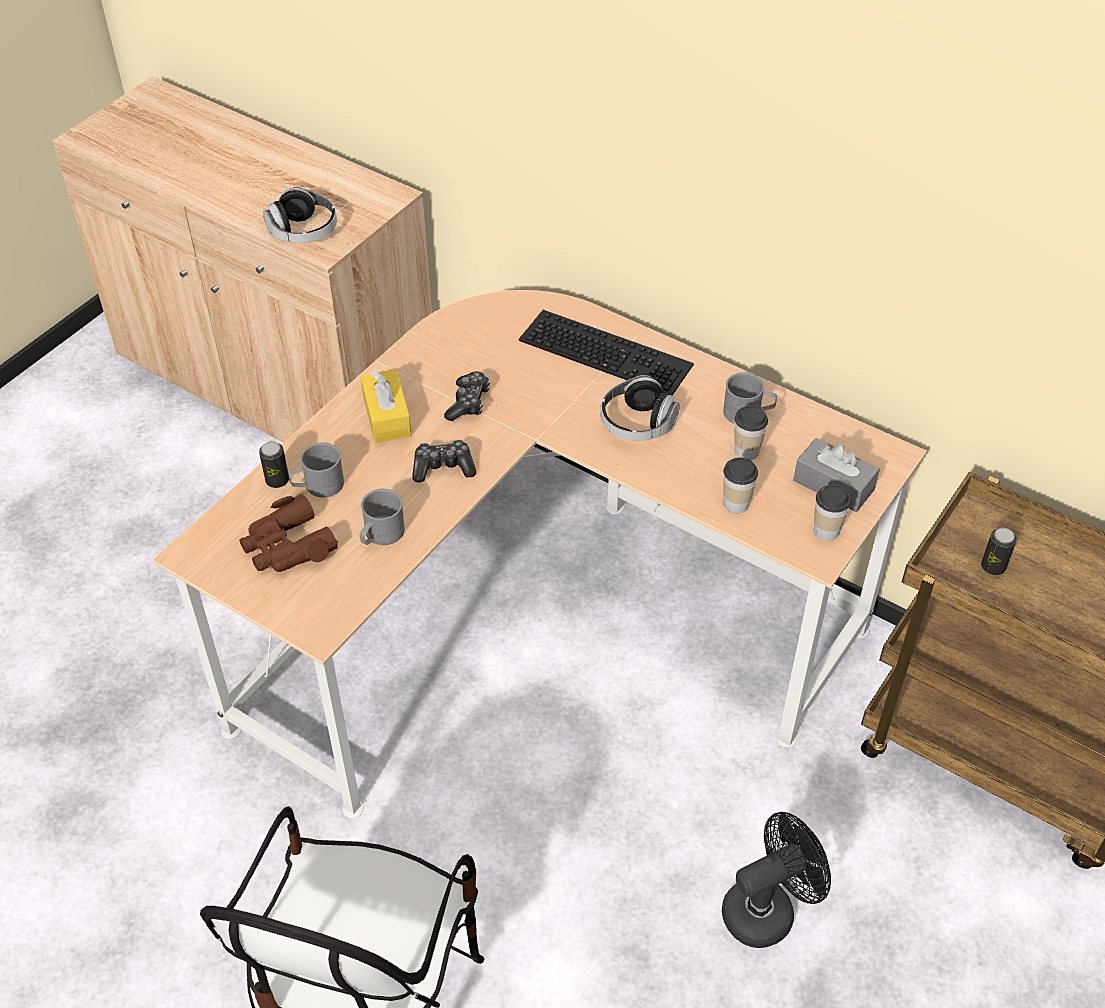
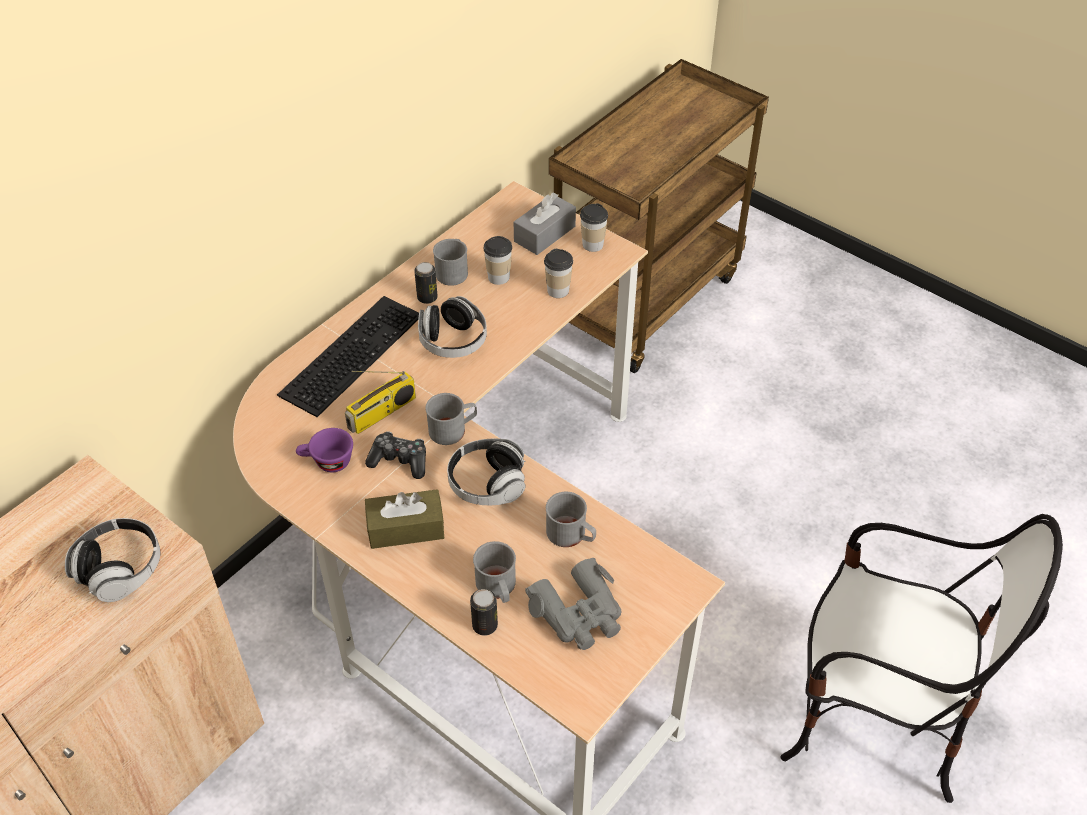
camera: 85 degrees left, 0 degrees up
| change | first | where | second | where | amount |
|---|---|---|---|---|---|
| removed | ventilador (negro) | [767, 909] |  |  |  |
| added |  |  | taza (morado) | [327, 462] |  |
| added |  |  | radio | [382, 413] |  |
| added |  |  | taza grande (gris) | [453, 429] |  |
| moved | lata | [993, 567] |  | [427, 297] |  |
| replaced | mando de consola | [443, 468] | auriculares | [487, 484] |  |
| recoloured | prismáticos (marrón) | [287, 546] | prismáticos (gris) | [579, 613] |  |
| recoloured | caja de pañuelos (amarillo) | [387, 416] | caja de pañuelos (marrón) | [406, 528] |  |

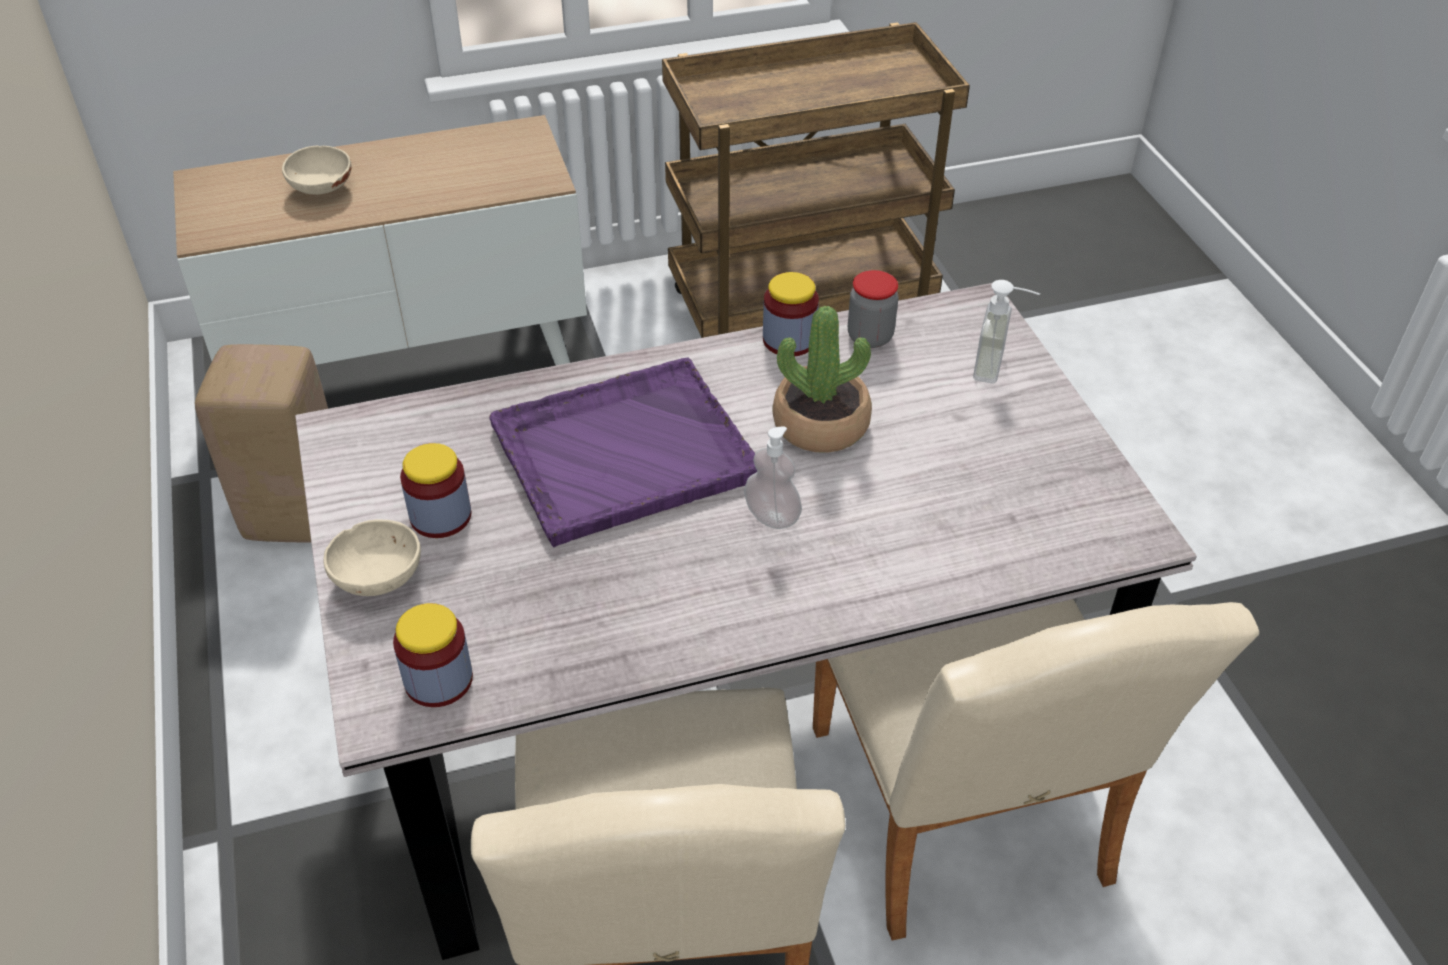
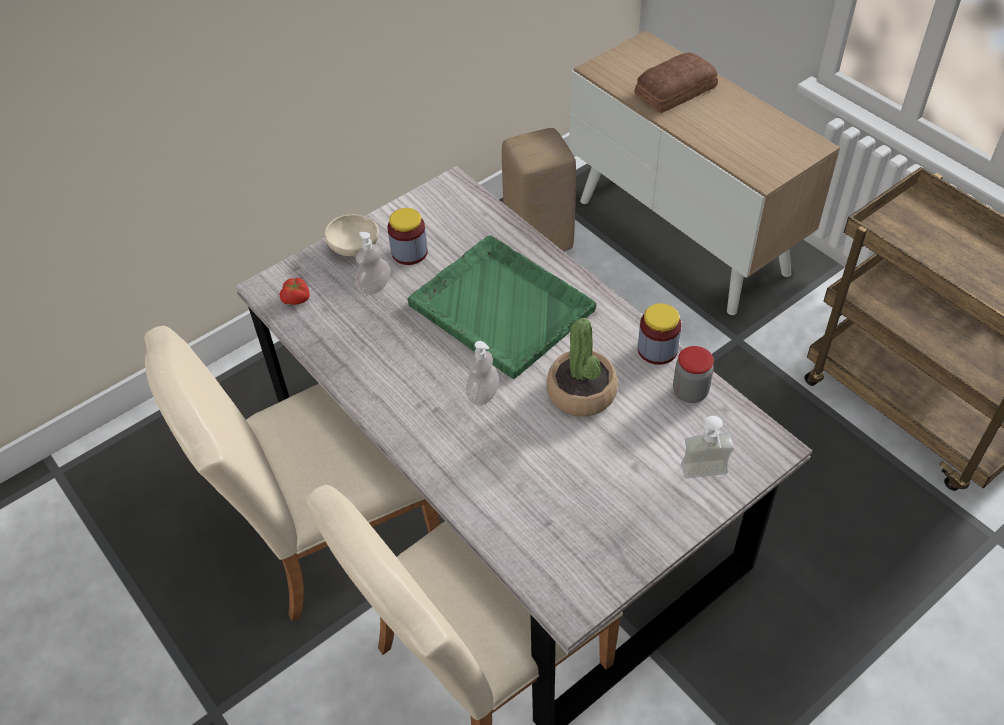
camera: 70 degrees right, 5 degrees up
| change | first | where | second | where | amount |
|---|---|---|---|---|---|
| added |  |  | dispensador de jabón | [374, 286] |  |
| replaced | cuenco (beis) | [321, 190] | pan | [673, 90] |  |
| replaced | tarro | [438, 680] | tomate | [297, 299] |  |
| recoloured | bandeja (morado) | [622, 452] | bandeja (verde) | [500, 306] |  |

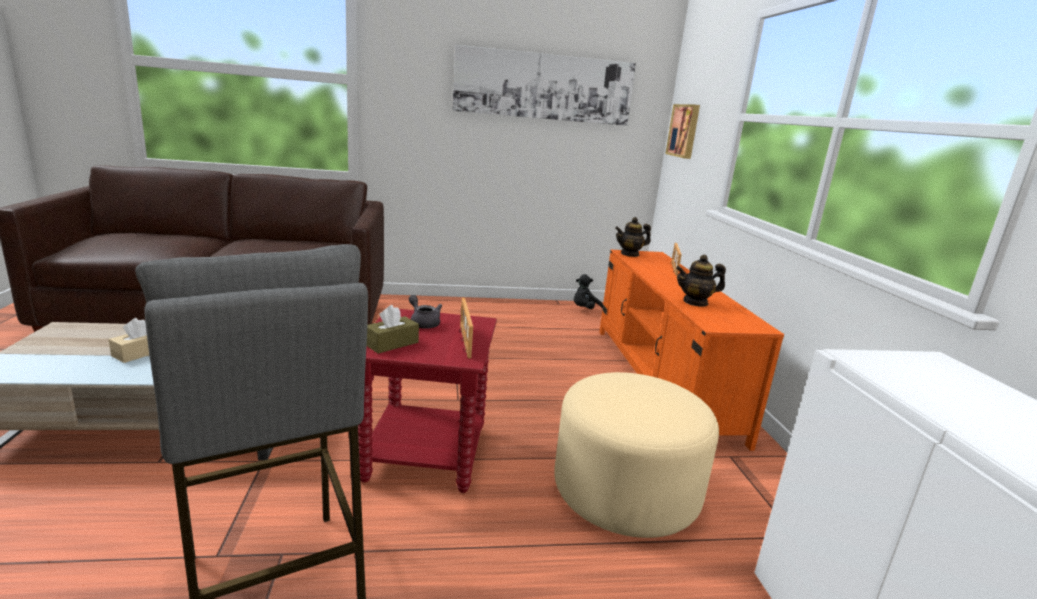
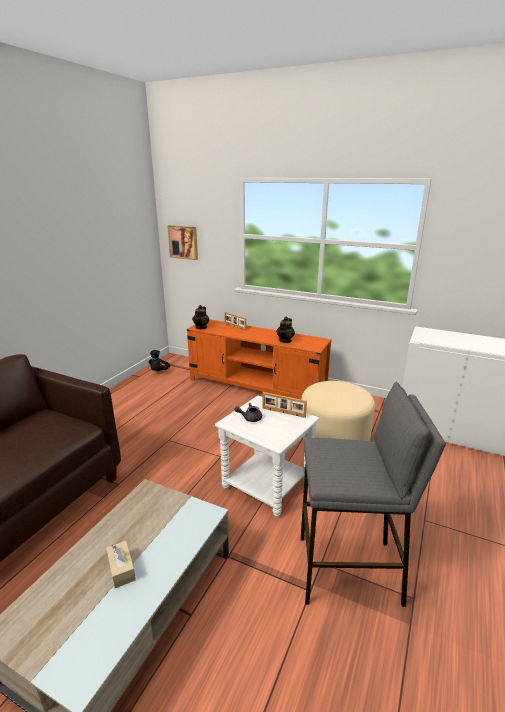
camera: 55 degrees left, 5 degrees up
| change | first | where | second | where | amount |
|---|---|---|---|---|---|
| removed | caja de pañuelos (marrón) | [391, 343] |  |  |  |
| removed | cuadro | [544, 87] |  |  |  |
| recoloured | mesa auxiliar (rojo) | [427, 454] | mesa auxiliar (blanco) | [267, 485] |  |

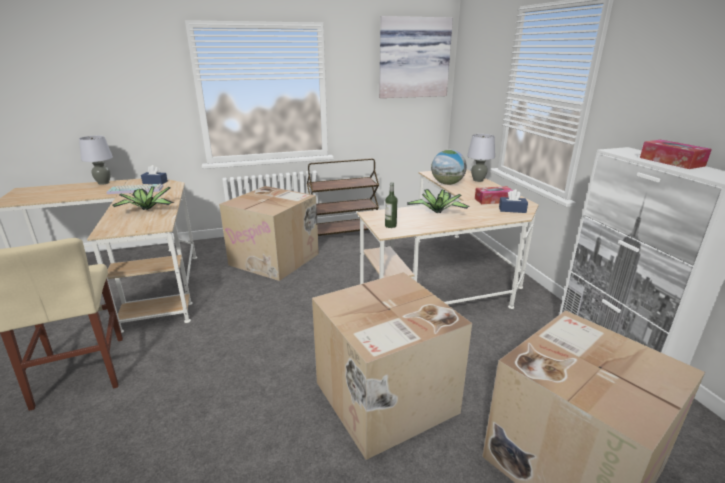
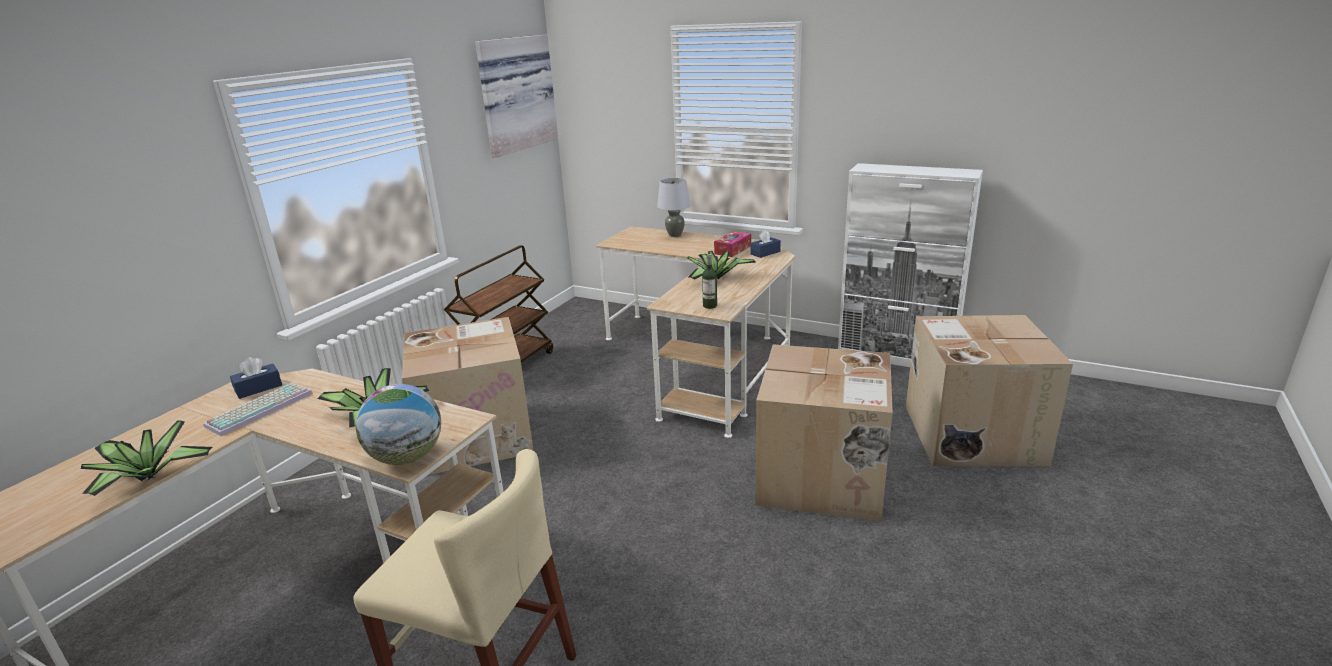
camera: 45 degrees left, 0 degrees up
| change | first | where | second | where | amount |
|---|---|---|---|---|---|
| removed | lámpara de mesa (gris) | [103, 183] |  |  |  |
| removed | caja de pañuelos | [671, 162] |  |  |  |
| added |  |  | planta en maceta | [147, 478] |  |
| moved | globo terráqueo | [447, 183] |  | [407, 457] |  |

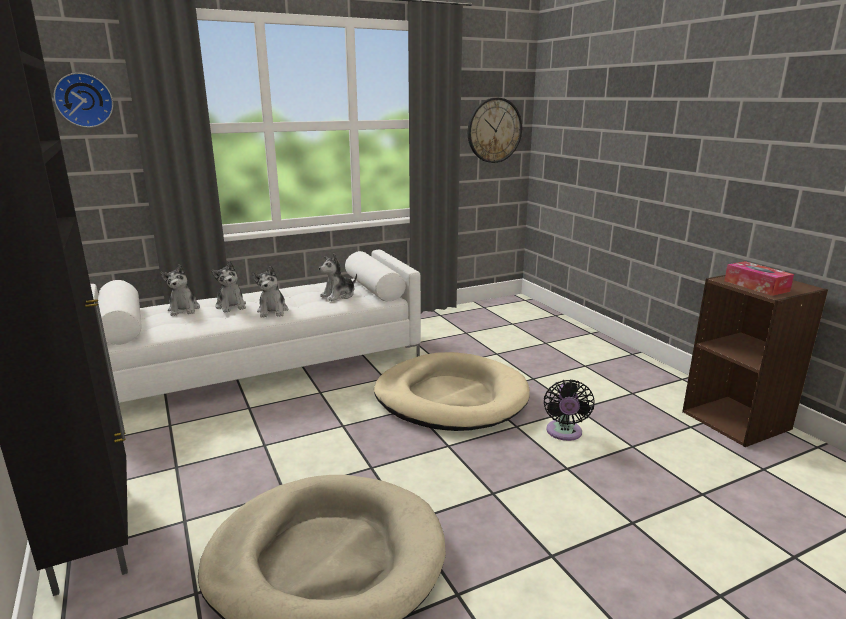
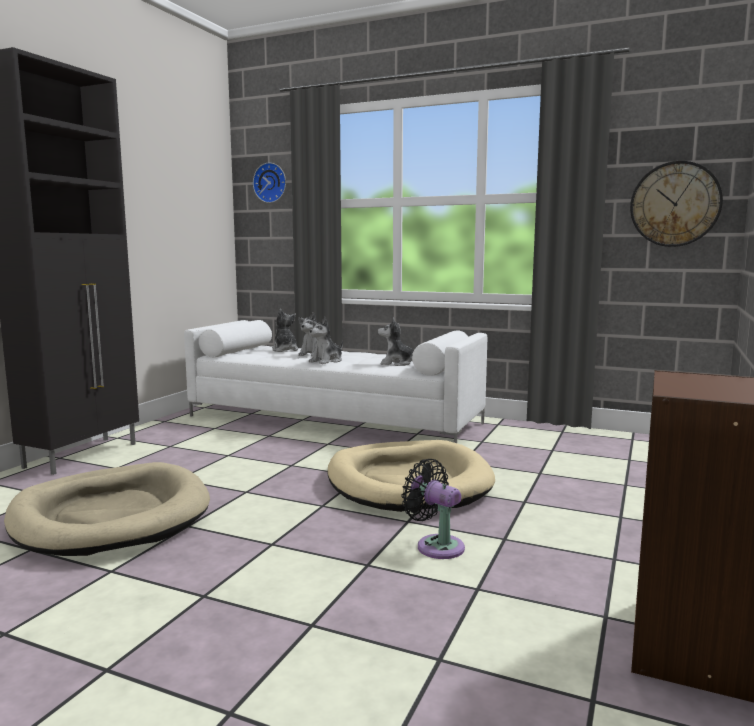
camera: 50 degrees right, 10 degrees down
| change | first | where | second | where | amount |
|---|---|---|---|---|---|
| removed | caja de pañuelos | [756, 286] |  |  |  |
| turned | peluche | [184, 309] |  | [285, 350] | 120 degrees clockwise |
| turned | ventilador (negro) | [564, 433] |  | [436, 545] | 75 degrees clockwise |

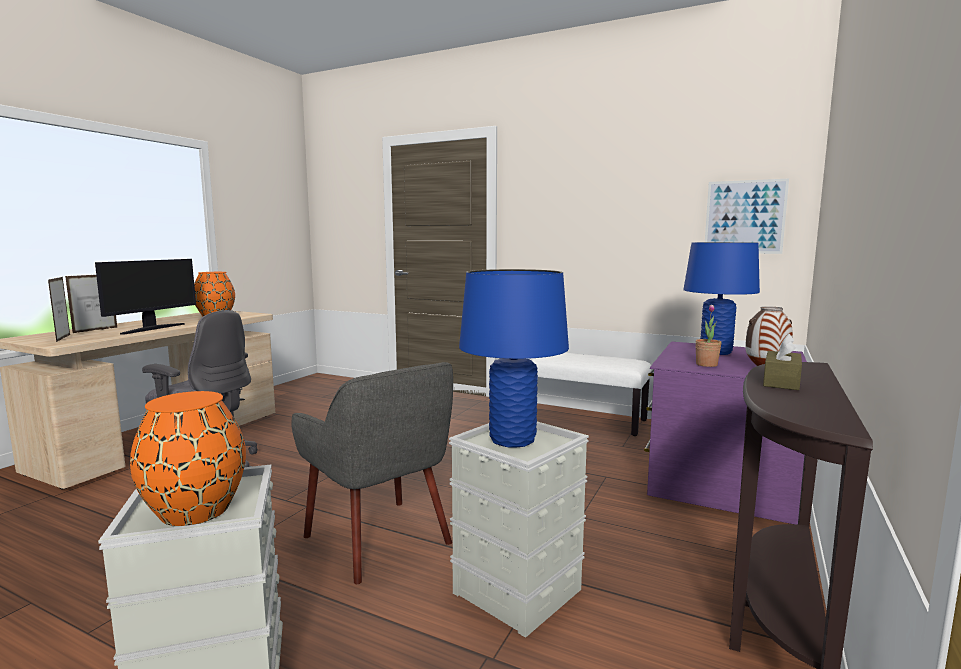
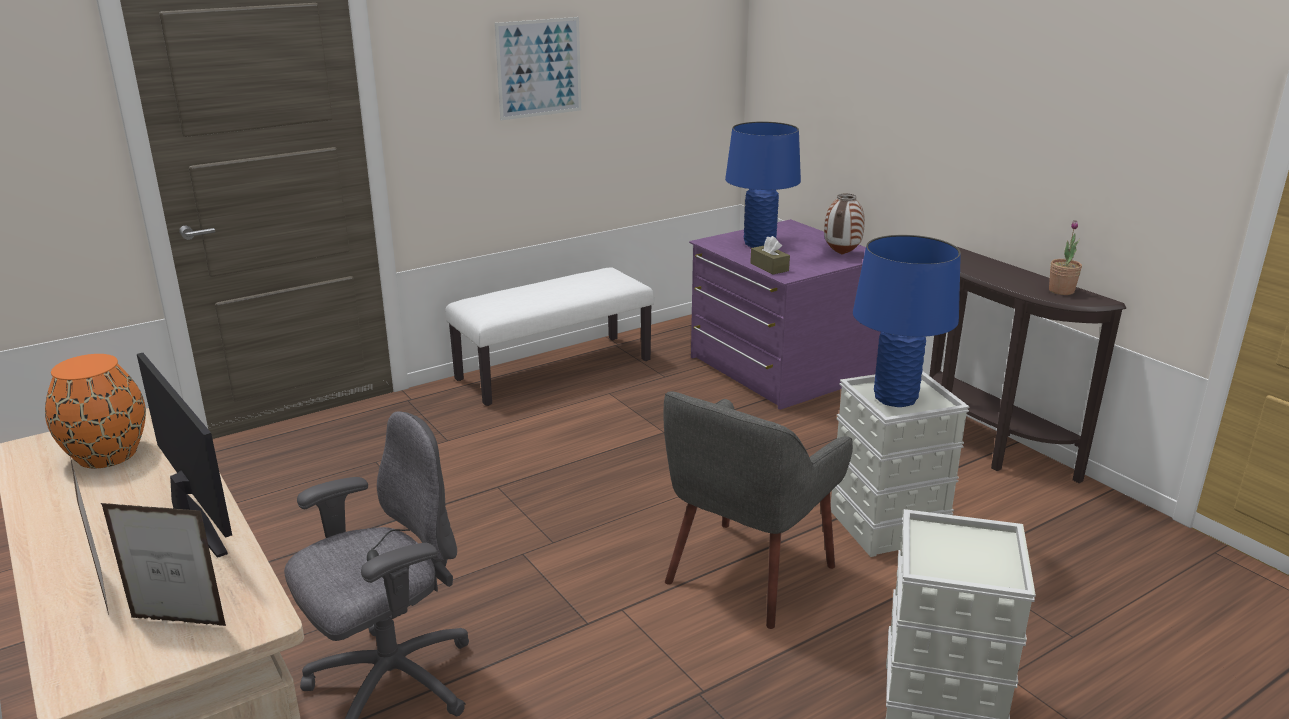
camera: 60 degrees left, 15 degrees up
| change | first | where | second | where | amount |
|---|---|---|---|---|---|
| removed | florero (naranja) | [194, 510] |  |  |  |
| moved | planta en maceta | [706, 364] |  | [1061, 291] |  |
| moved | cuadro | [744, 217] |  | [539, 68] |  |
| moved | caja de pañuelos (marrón) | [781, 381] |  | [769, 267] |  |
| turned | sillón (gris) | [379, 539] |  | [747, 574] | 135 degrees clockwise |

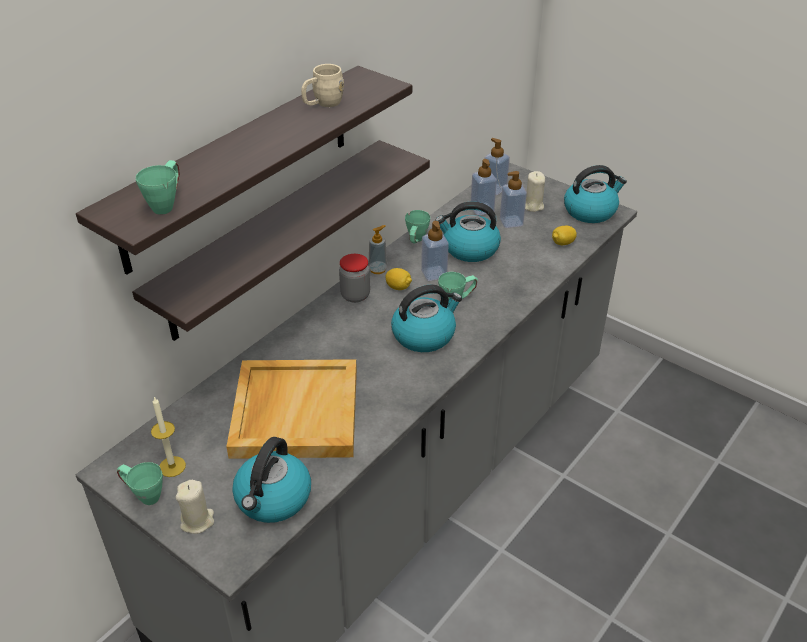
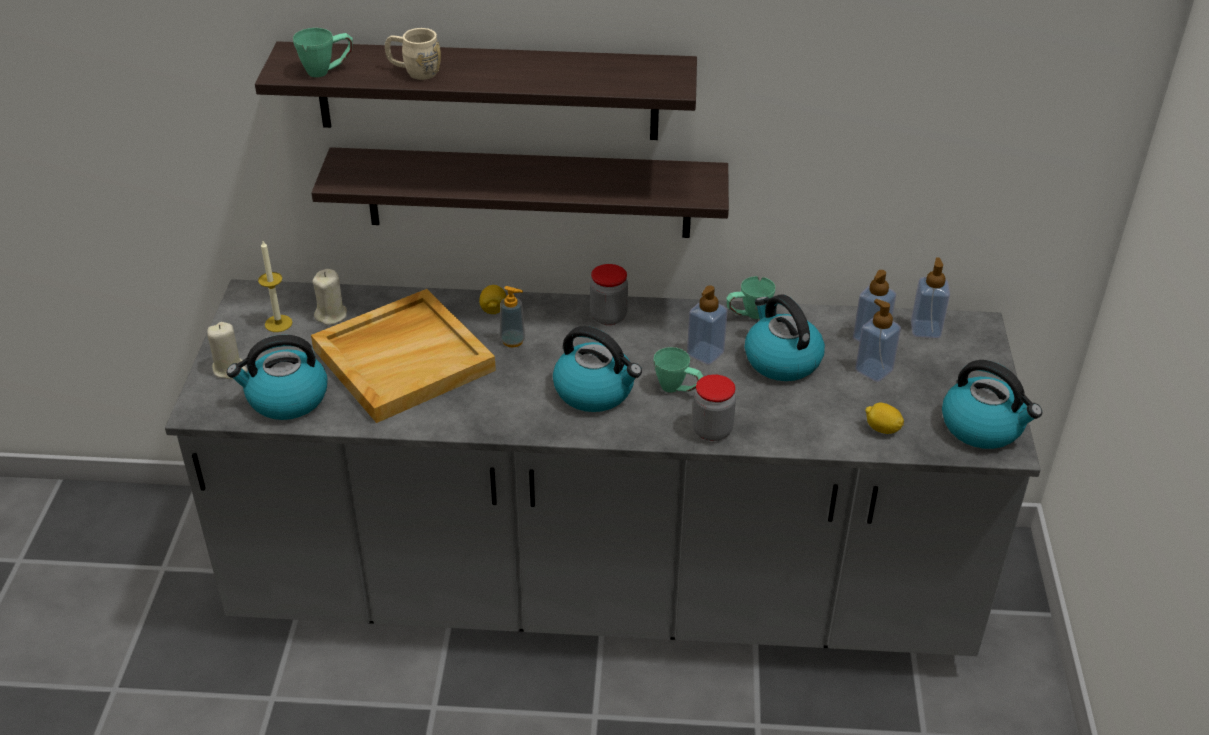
camera: 55 degrees right, 0 degrees up
| change | first | where | second | where | amount |
|---|---|---|---|---|---|
| removed | taza grande (verde) | [143, 495] |  |  |  |
| added |  |  | tarro | [712, 430] |  |
| moved | taza grande (beis) | [323, 104] |  | [414, 71] |  |
| moved | dispensador de jabón | [378, 269] |  | [512, 341] |  |
| moved | limón | [398, 287] |  | [493, 310] |  |
| moved | vela (beis) | [532, 206] |  | [331, 315] |  |

